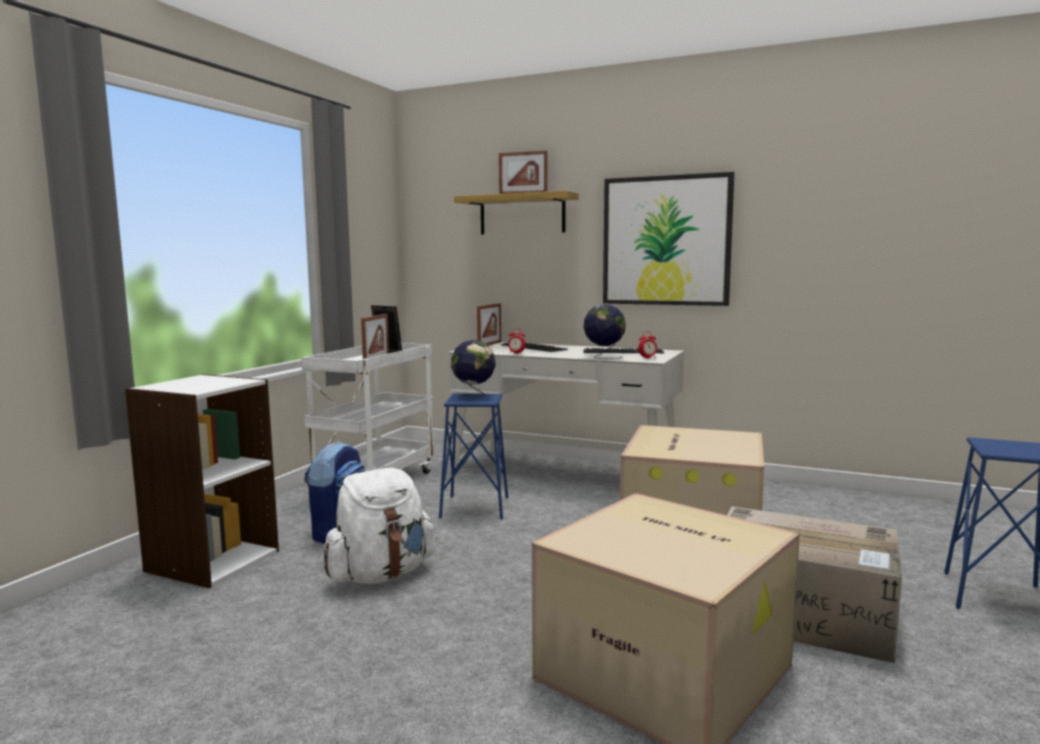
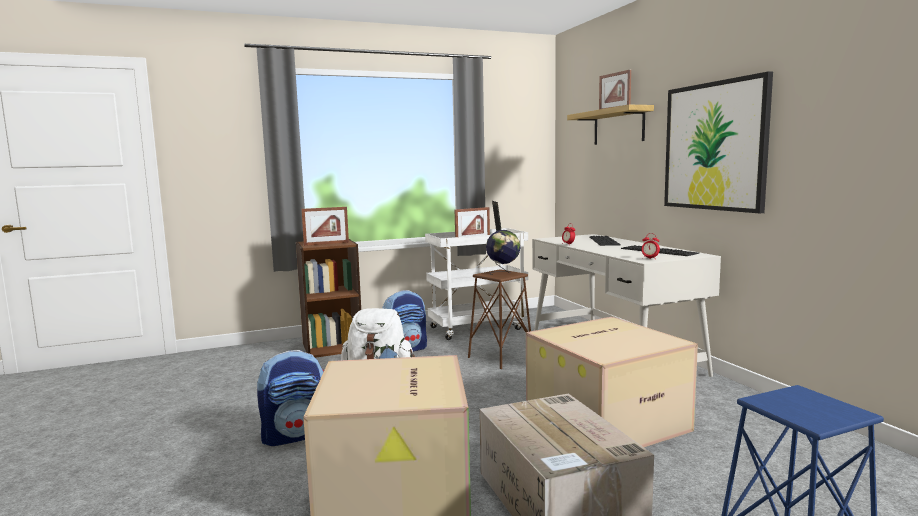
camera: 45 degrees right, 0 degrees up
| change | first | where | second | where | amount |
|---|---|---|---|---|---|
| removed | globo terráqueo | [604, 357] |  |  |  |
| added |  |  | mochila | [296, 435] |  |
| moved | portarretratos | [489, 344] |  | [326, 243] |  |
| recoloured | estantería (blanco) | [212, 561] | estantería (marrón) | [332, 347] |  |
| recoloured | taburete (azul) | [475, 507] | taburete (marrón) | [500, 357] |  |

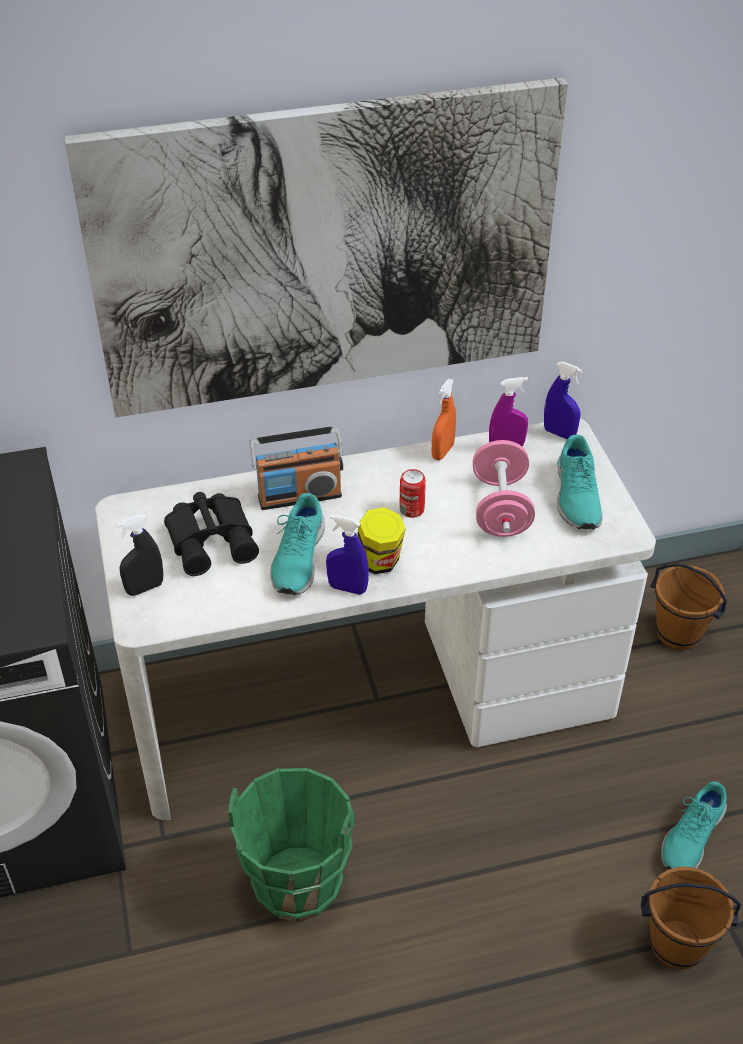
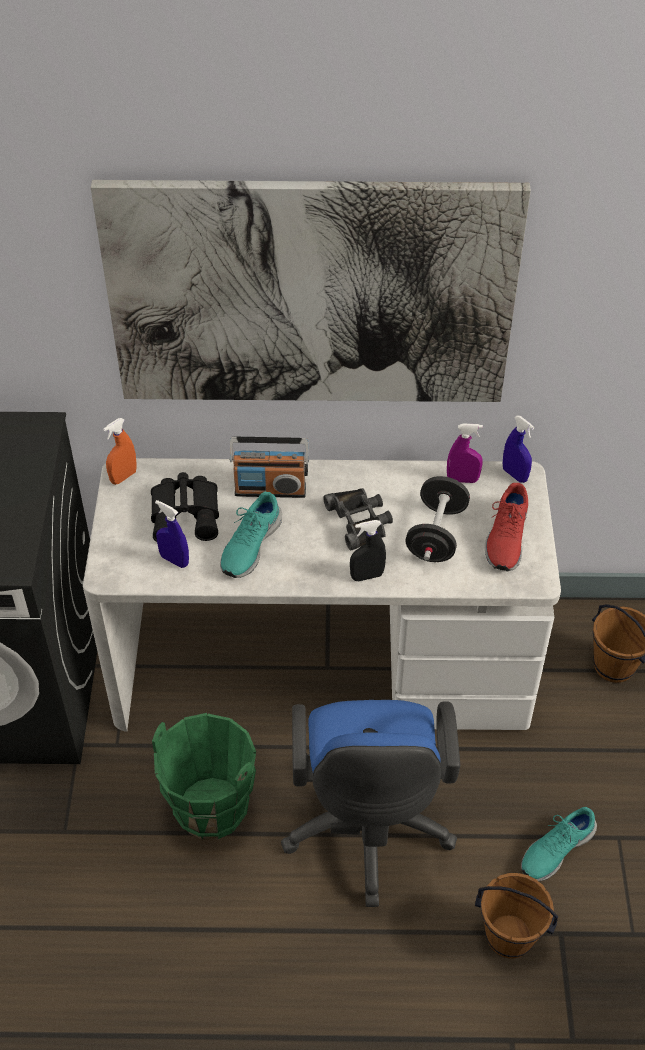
camera: 15 degrees right, 5 degrees up
| change | first | where | second | where | amount |
|---|---|---|---|---|---|
| removed | tarro | [379, 562] |  |  |  |
| added |  |  | silla de oficina (azul) | [367, 832] |  |
| moved | pulverizador (negro) | [145, 588] |  | [367, 576] |  |
| moved | pulverizador (azul) | [347, 588] |  | [174, 560] |  |
| moved | pulverizador (naranja) | [442, 452] |  | [123, 477] |  |
| replaced | lata | [411, 509] | prismáticos (negro) | [360, 521] |  |
| recoloured | mancuerna (rosa) | [500, 508] | mancuerna (negro) | [436, 535] |  |
| recoloured | zapato (turquesa) | [576, 497] | zapato (rojo) | [506, 537] |  |

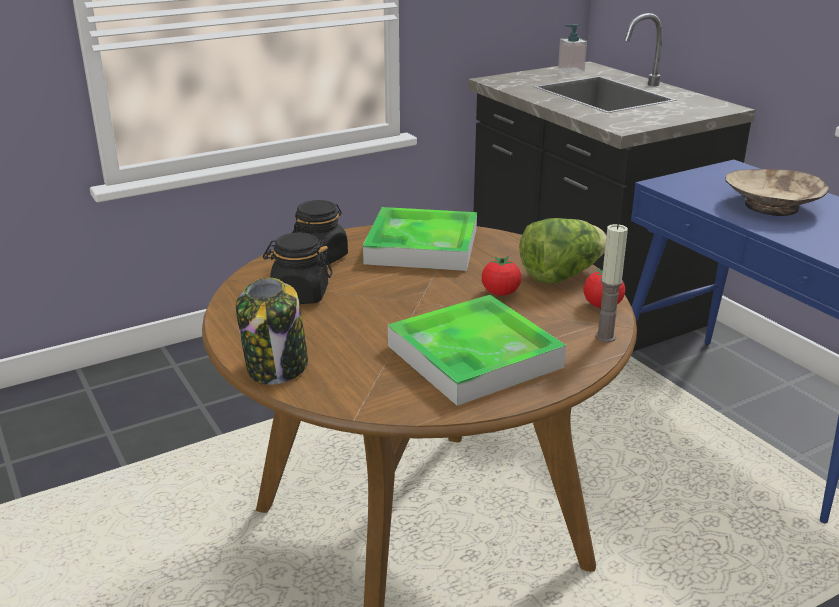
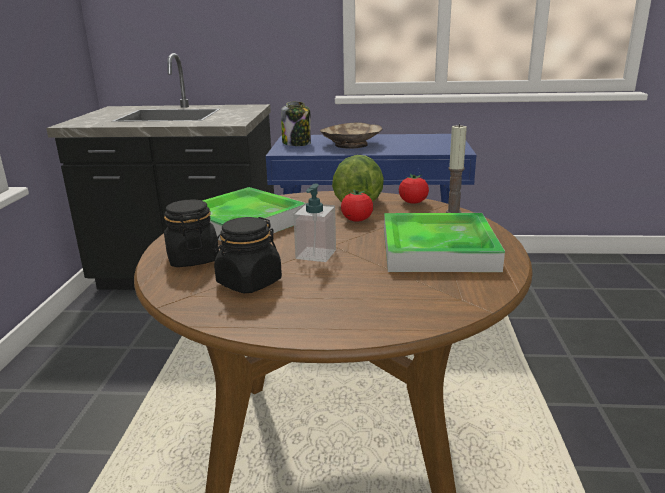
camera: 55 degrees left, 5 degrees down
| change | first | where | second | where | amount |
|---|---|---|---|---|---|
| moved | tarro | [277, 368] |  | [297, 143] |  |
| moved | dispensador de jabón | [570, 70] |  | [316, 254] |  |

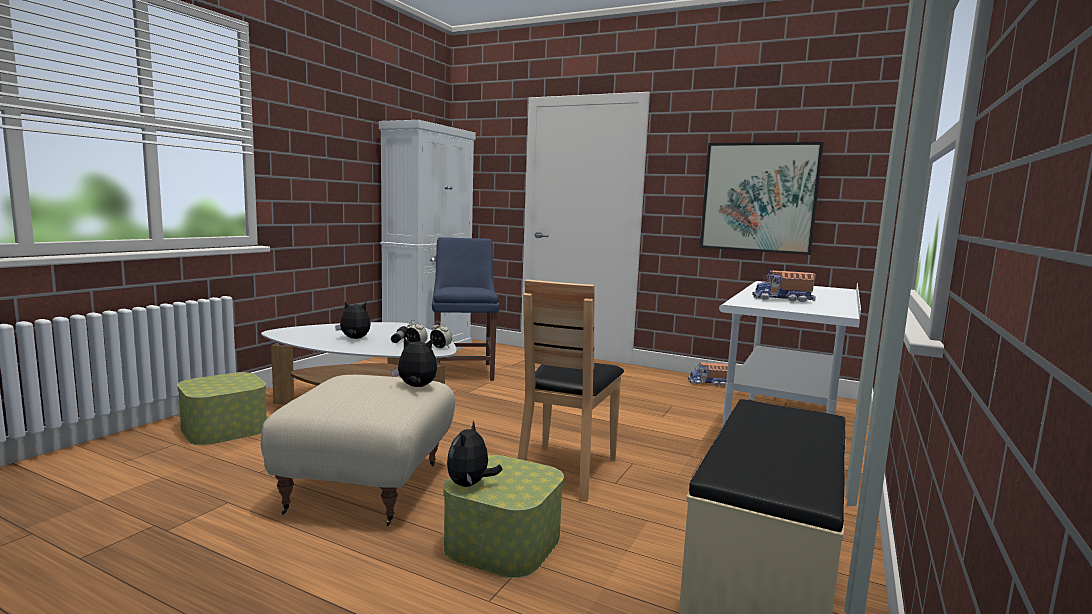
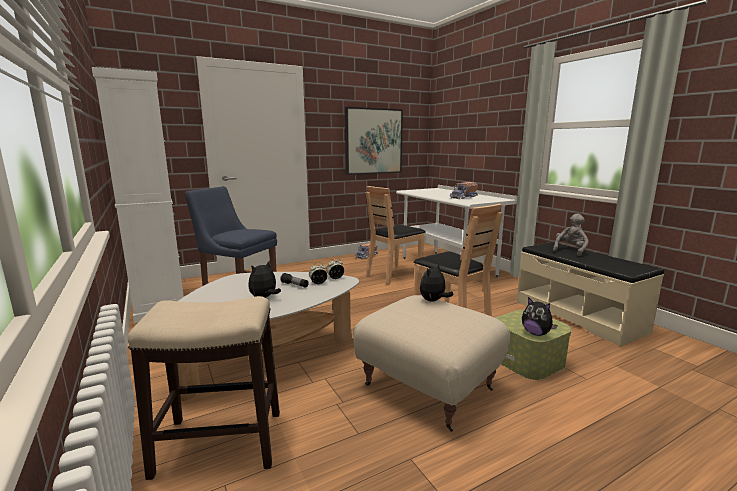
camera: 55 degrees left, 5 degrees up
| change | first | where | second | where | amount |
|---|---|---|---|---|---|
| added |  |  | silla (marrón) | [394, 275] |  |
| added |  |  | peluche (gris) | [570, 250] |  |
| replaced | caja de almacenaje | [224, 428] | taburete | [218, 443] |  |

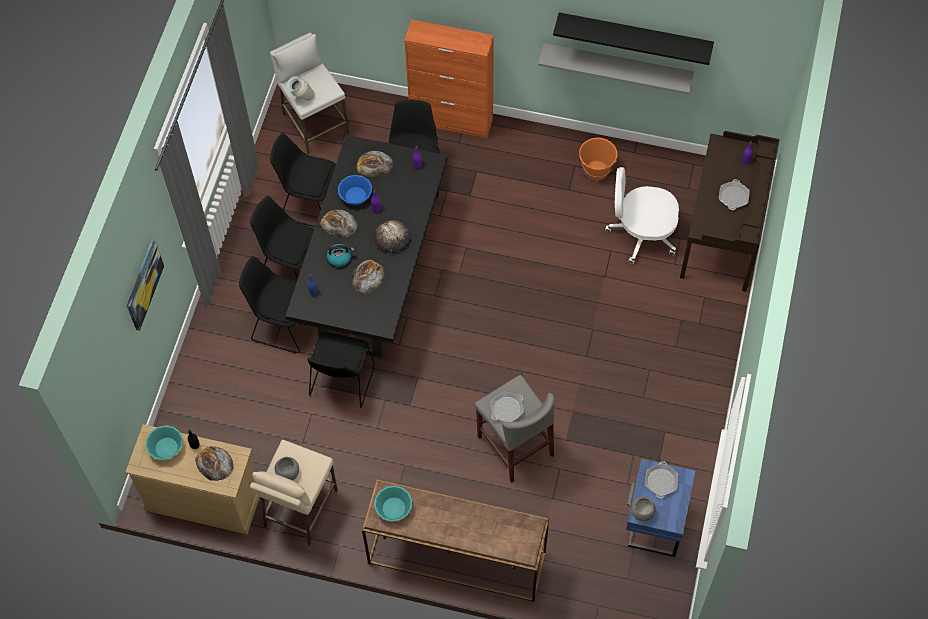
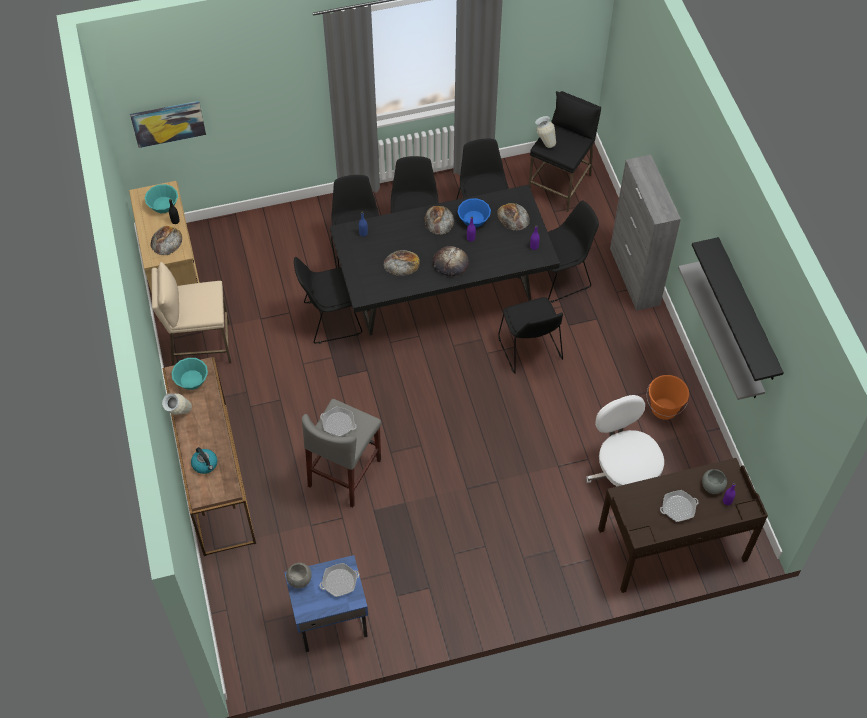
camera: 60 degrees right, 5 degrees down
| change | first | where | second | where | amount |
|---|---|---|---|---|---|
| added |  |  | florero | [179, 415] |  |
| added |  |  | silla (negro) | [530, 350] |  |
| moved | cuadro | [143, 285] |  | [168, 123] |  |
| moved | cuenco (gris) | [287, 473] |  | [712, 486] |  |
| moved | hervidor | [340, 258] |  | [205, 464] |  |
| recoloured | taburete (blanco) | [315, 123] | taburete (negro) | [560, 185] |  |
| recoloured | armario (naranja) | [452, 120] | armario (gris) | [634, 277] |  |

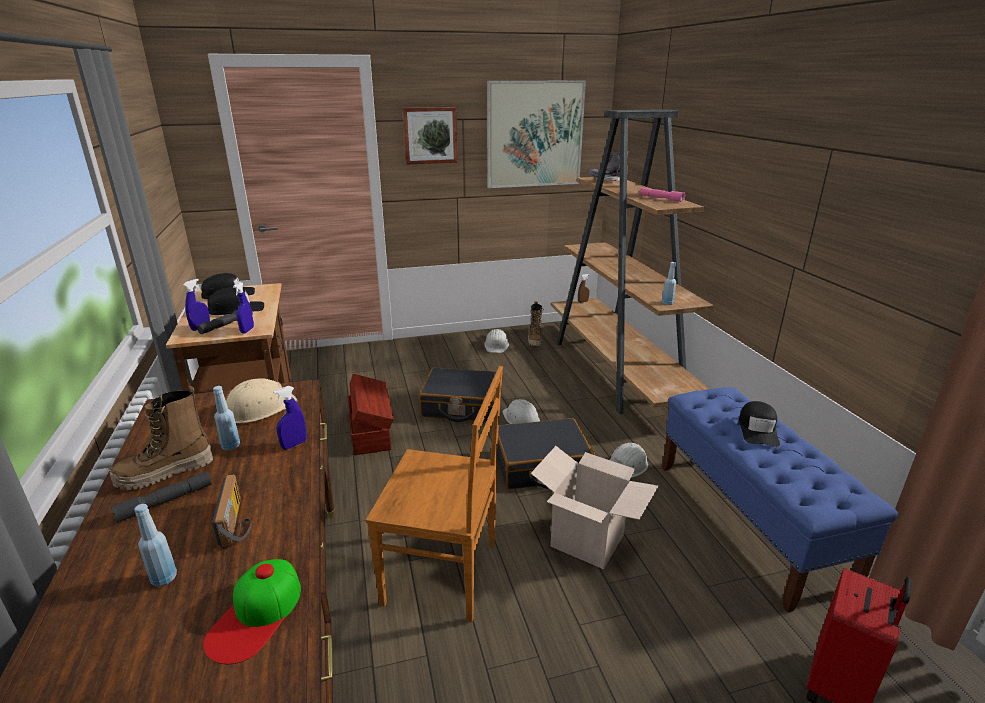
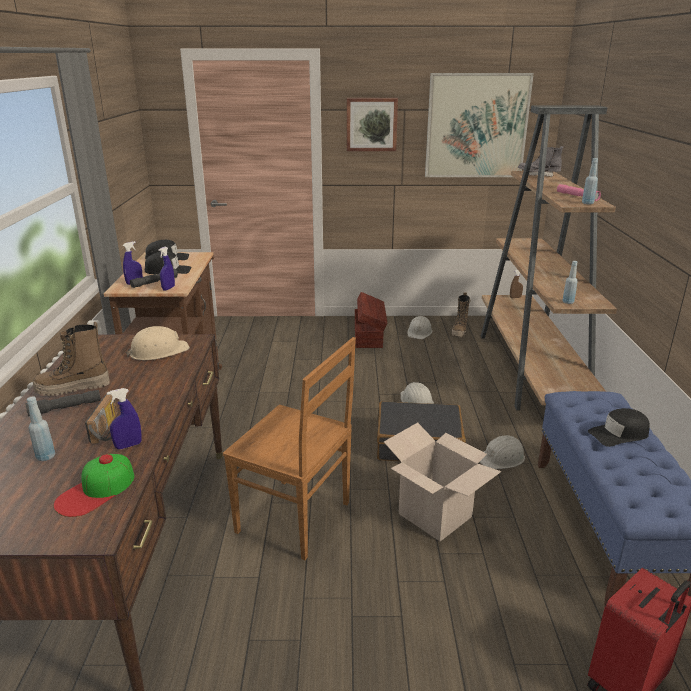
camera: 15 degrees right, 0 degrees up
| change | first | where | second | where | amount |
|---|---|---|---|---|---|
| removed | maleta (negro) | [462, 406] |  |  |  |
| moved | botella (azul) | [231, 446] |  | [587, 203] |  |
| moved | pulverizador (azul) | [294, 445] |  | [128, 445] |  |
| moved | caja de almacenaje (marrón) | [371, 431] |  | [369, 335] |  |
| turned | gorra (negro) | [758, 430] |  | [619, 434] | 45 degrees clockwise |

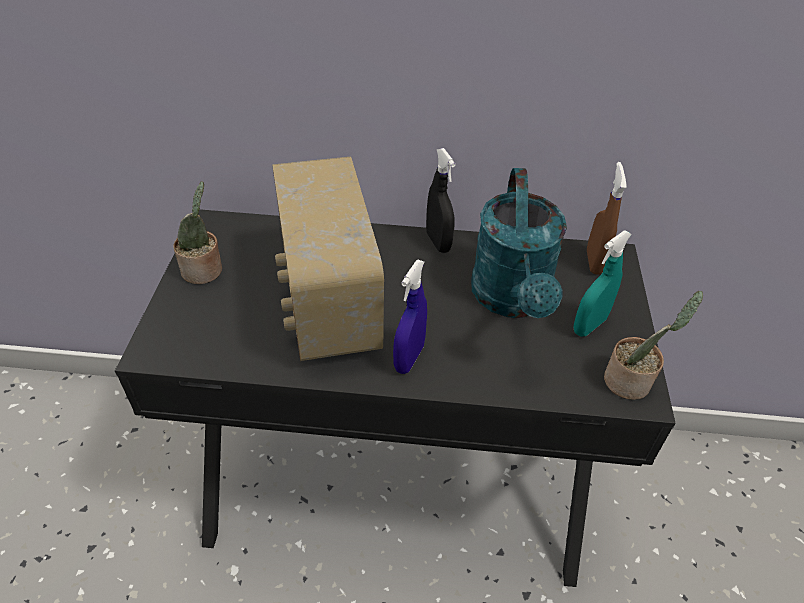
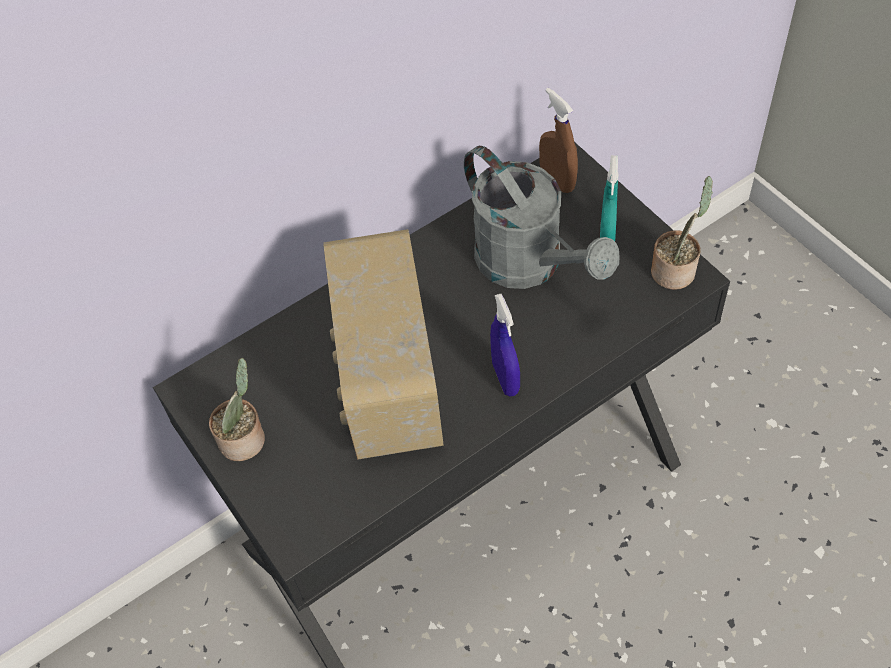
camera: 35 degrees left, 10 degrees up
| change | first | where | second | where | amount |
|---|---|---|---|---|---|
| removed | pulverizador (negro) | [438, 242] |  |  |  |
| recoloured | regadera (turquesa) | [513, 300] | regadera (gris) | [530, 265] |  |
| turned | radio | [327, 302] |  | [387, 382] | 45 degrees clockwise |

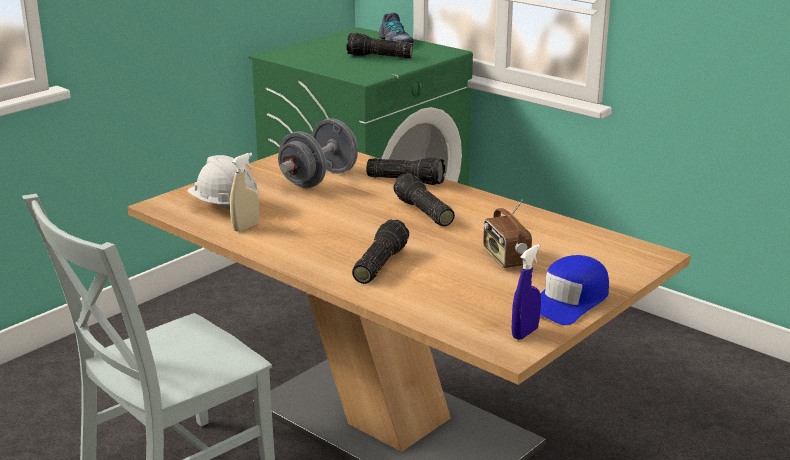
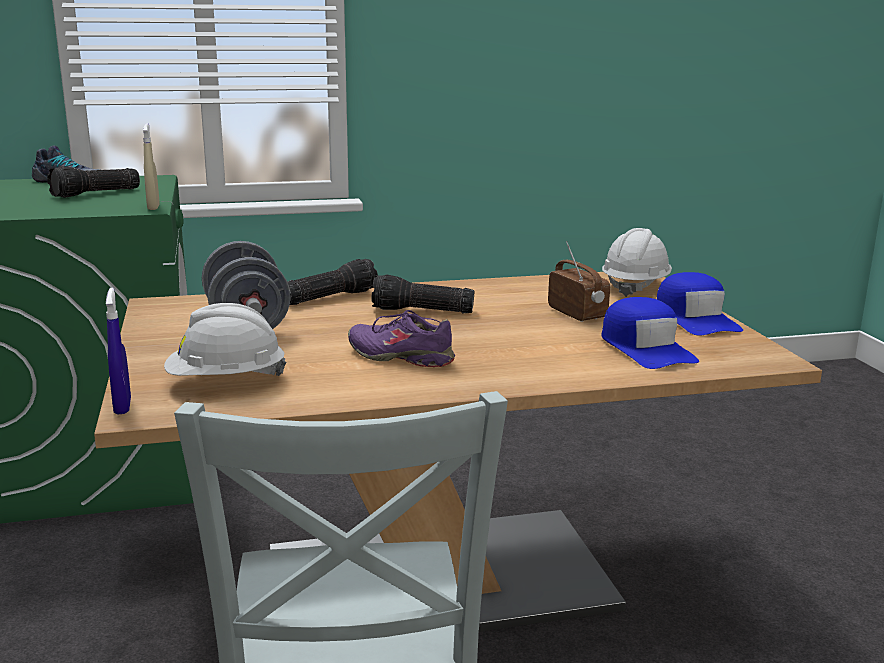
camera: 55 degrees left, 5 degrees down
| change | first | where | second | where | amount |
|---|---|---|---|---|---|
| removed | linterna | [378, 264] |  |  |  |
| added |  |  | zapato (morado) | [401, 356] |  |
| added |  |  | gorra (azul) | [645, 348] |  |
| added |  |  | casco (blanco) | [635, 286] |  |
| moved | pulverizador (beis) | [245, 227] |  | [153, 207] |  |
| moved | pulverizador (azul) | [525, 333] |  | [122, 406] |  |
| turned | radio | [505, 258] |  | [578, 313] | 135 degrees counterclockwise |

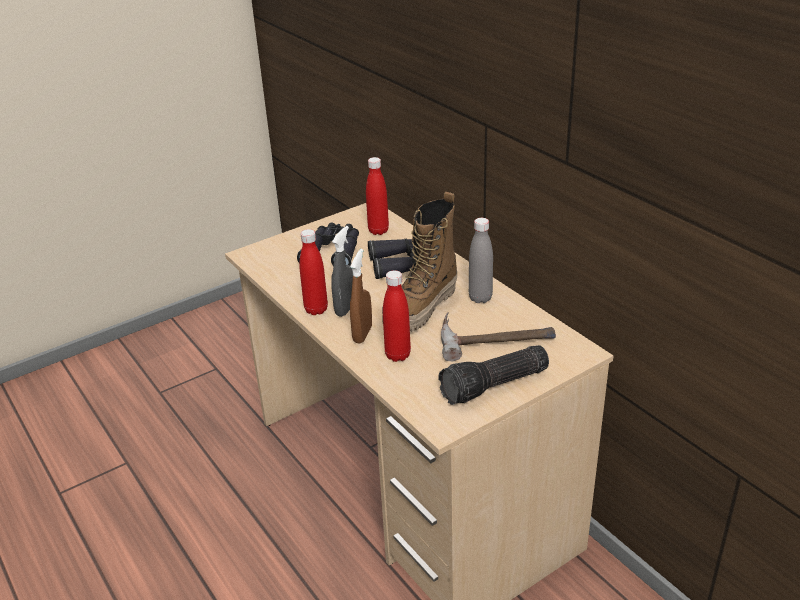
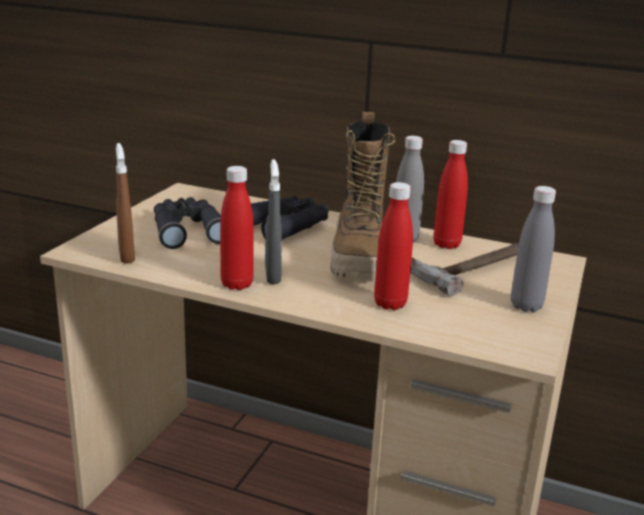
camera: 35 degrees left, 10 degrees down
| change | first | where | second | where | amount |
|---|---|---|---|---|---|
| moved | pulverizador (marrón) | [362, 334] |  | [126, 256] |  |
| moved | botella (rojo) | [378, 231] |  | [446, 244] |  |
| replaced | linterna | [495, 386] | botella (gris) | [526, 306] |  |

